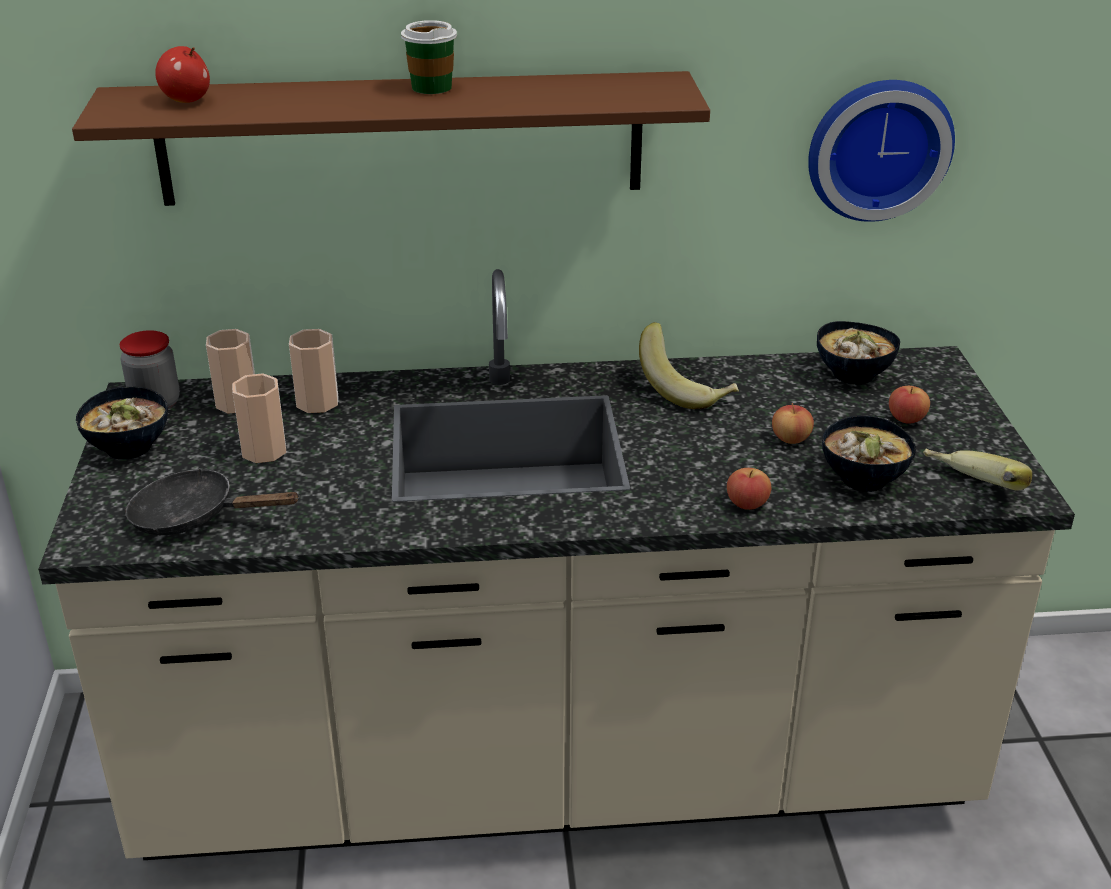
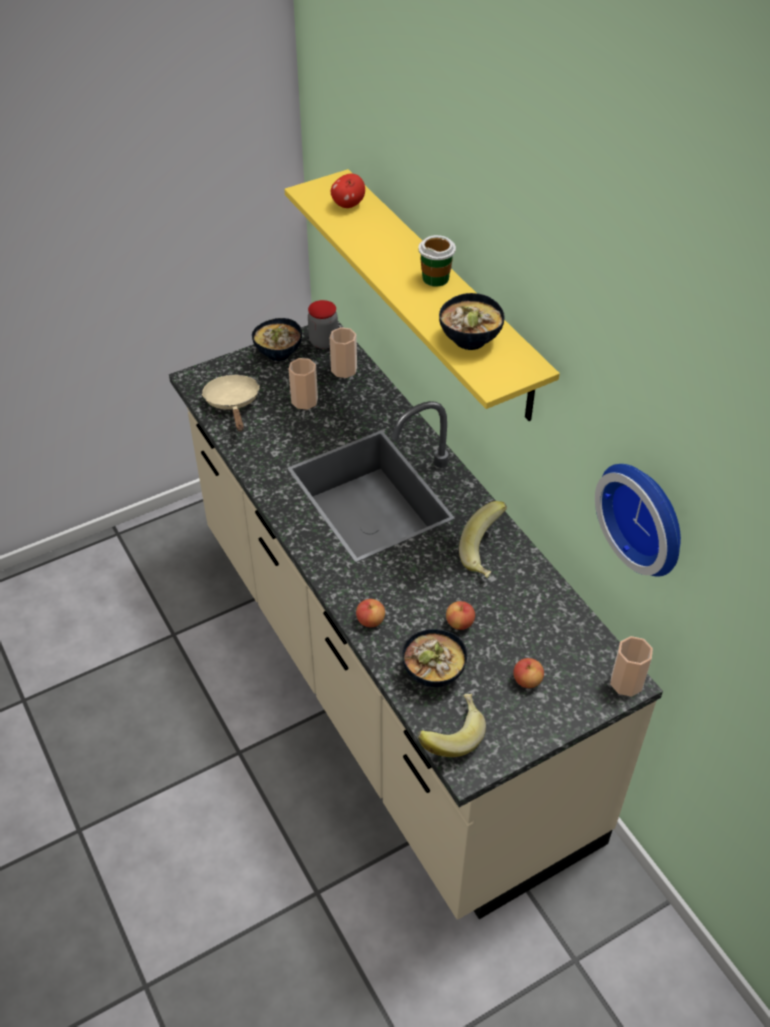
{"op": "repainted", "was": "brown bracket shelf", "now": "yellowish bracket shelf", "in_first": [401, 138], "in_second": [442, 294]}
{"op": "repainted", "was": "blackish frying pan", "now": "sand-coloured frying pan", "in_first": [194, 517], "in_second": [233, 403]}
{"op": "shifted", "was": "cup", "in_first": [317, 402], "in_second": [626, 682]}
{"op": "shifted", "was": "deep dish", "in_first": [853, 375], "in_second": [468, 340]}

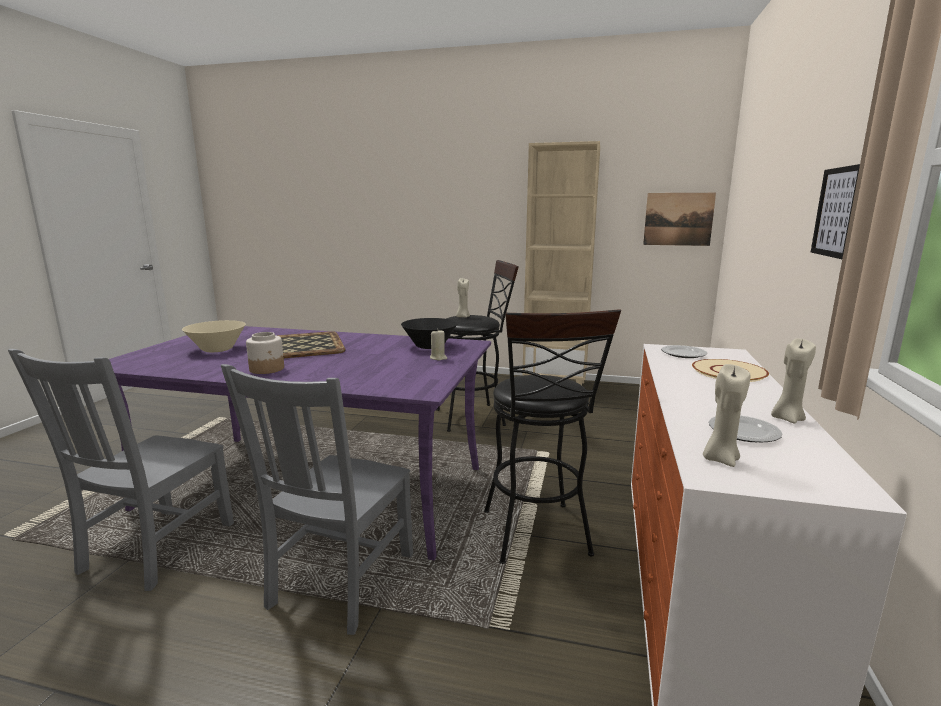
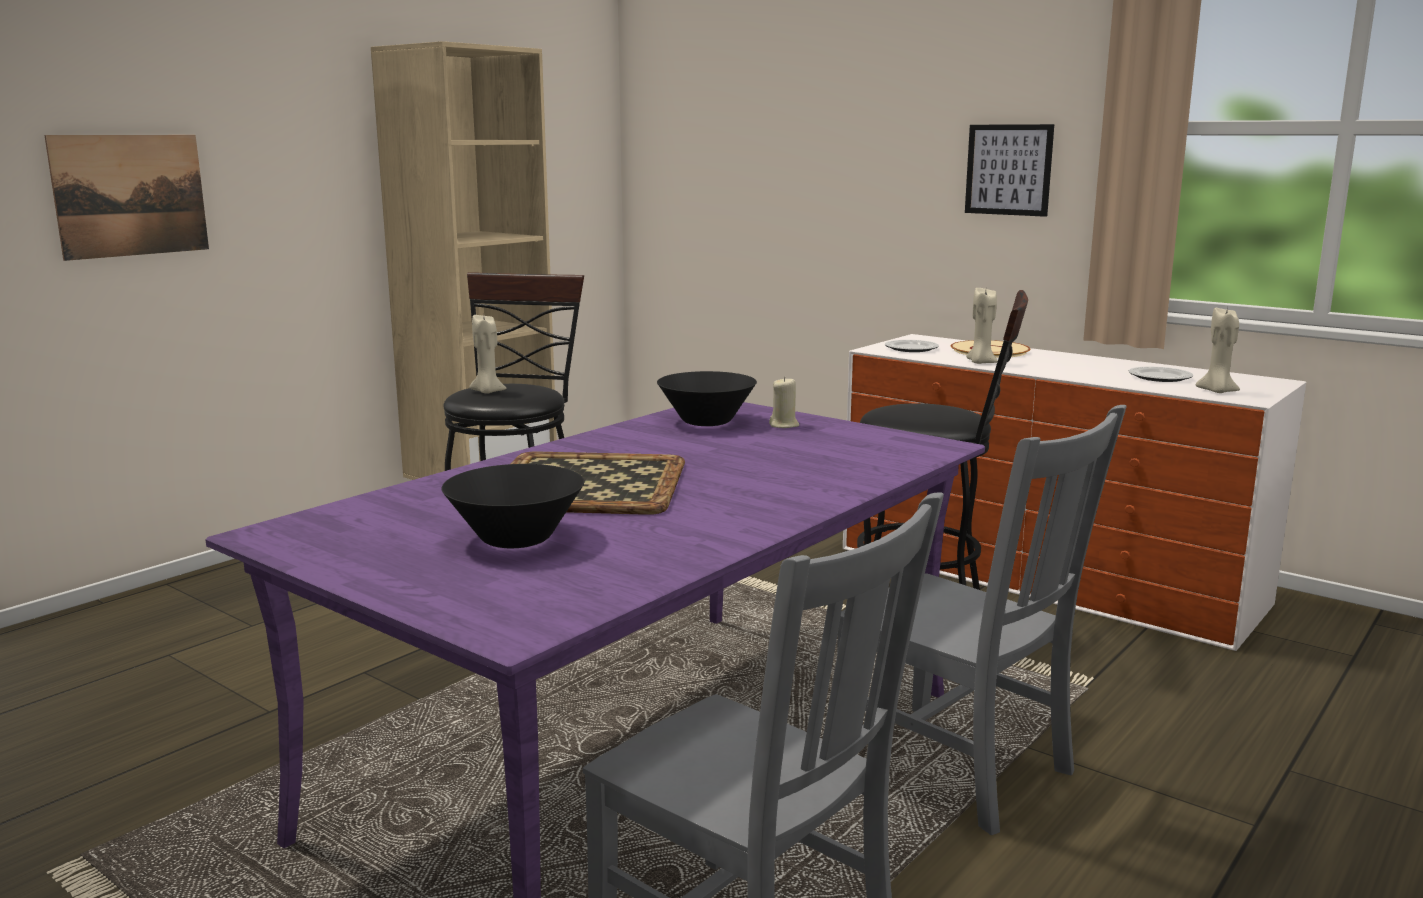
{"op": "repainted", "was": "sand-coloured deep dish", "now": "blackish deep dish", "in_first": [217, 349], "in_second": [516, 539]}
{"op": "gone", "was": "storage jar", "in_first": [267, 369]}
{"op": "shifted", "was": "wall art", "in_first": [678, 219], "in_second": [131, 195]}
{"op": "shifted", "was": "sand-coloured wax candle", "in_first": [787, 418], "in_second": [980, 363]}

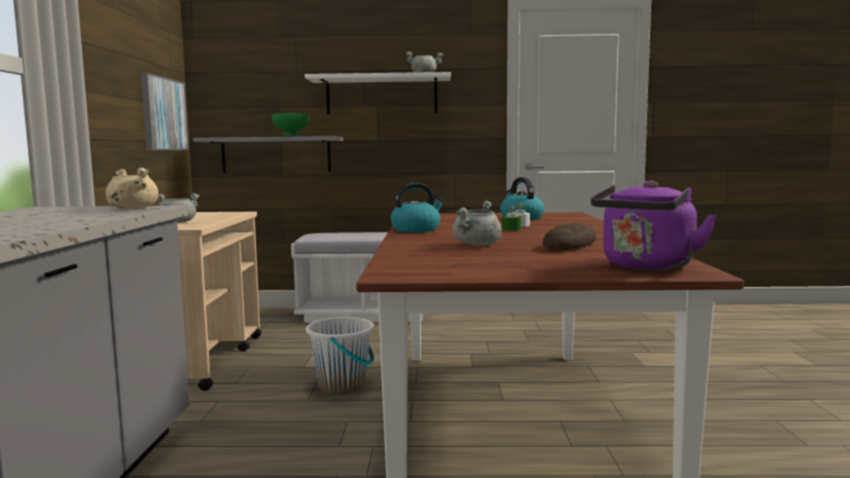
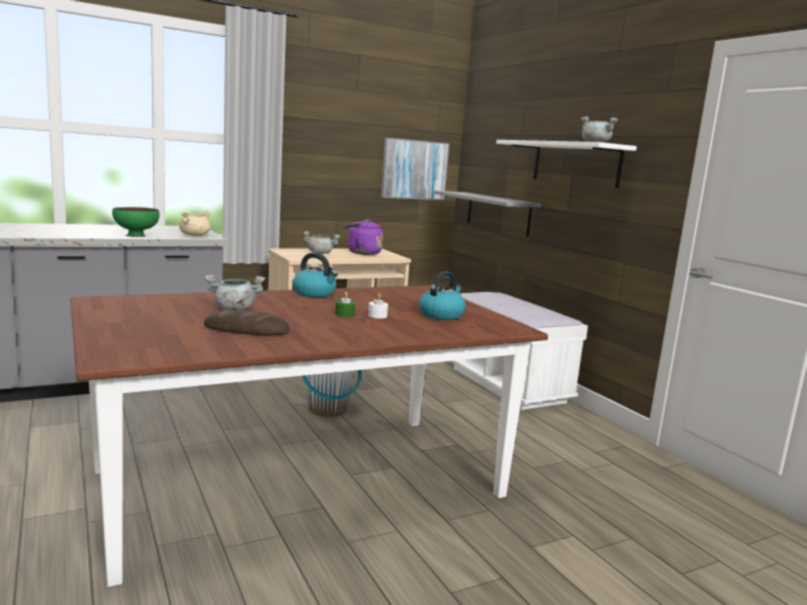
{"op": "shifted", "was": "green deep dish", "in_first": [291, 136], "in_second": [136, 235]}
{"op": "shifted", "was": "purplish water kettle", "in_first": [646, 267], "in_second": [361, 253]}

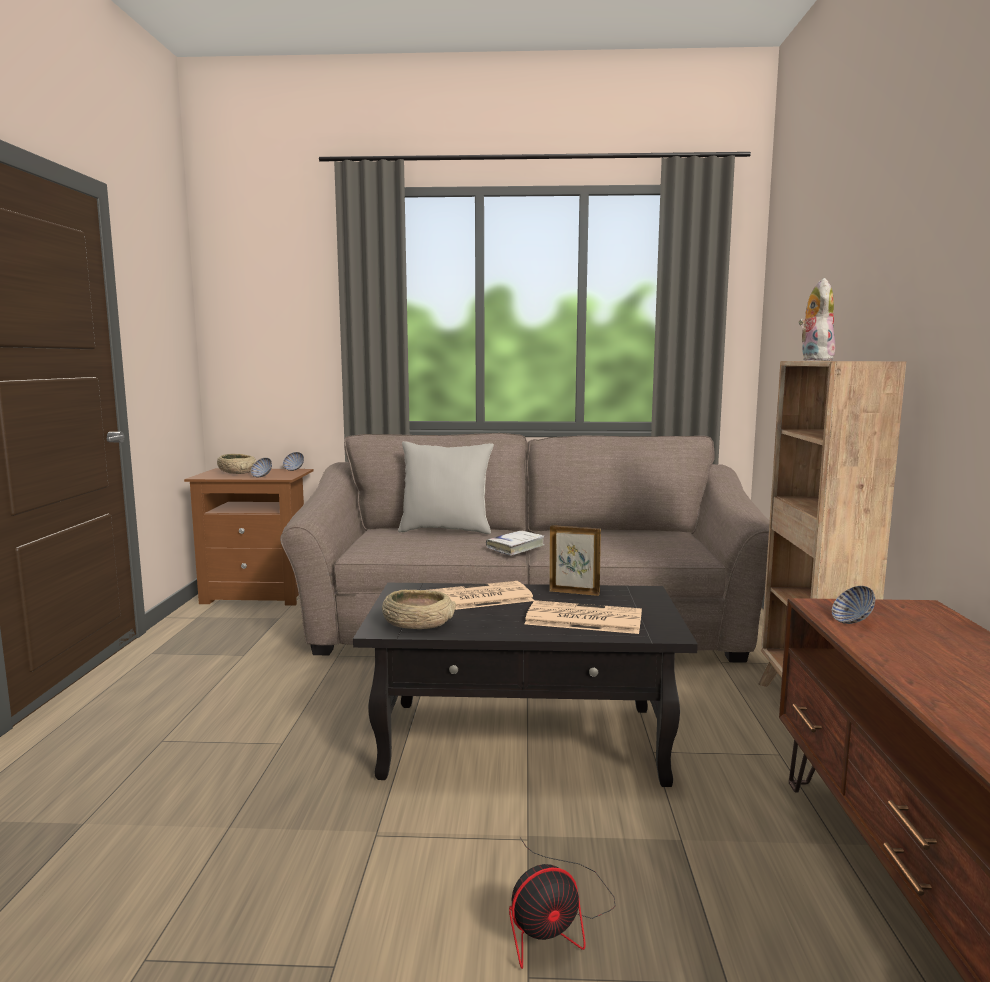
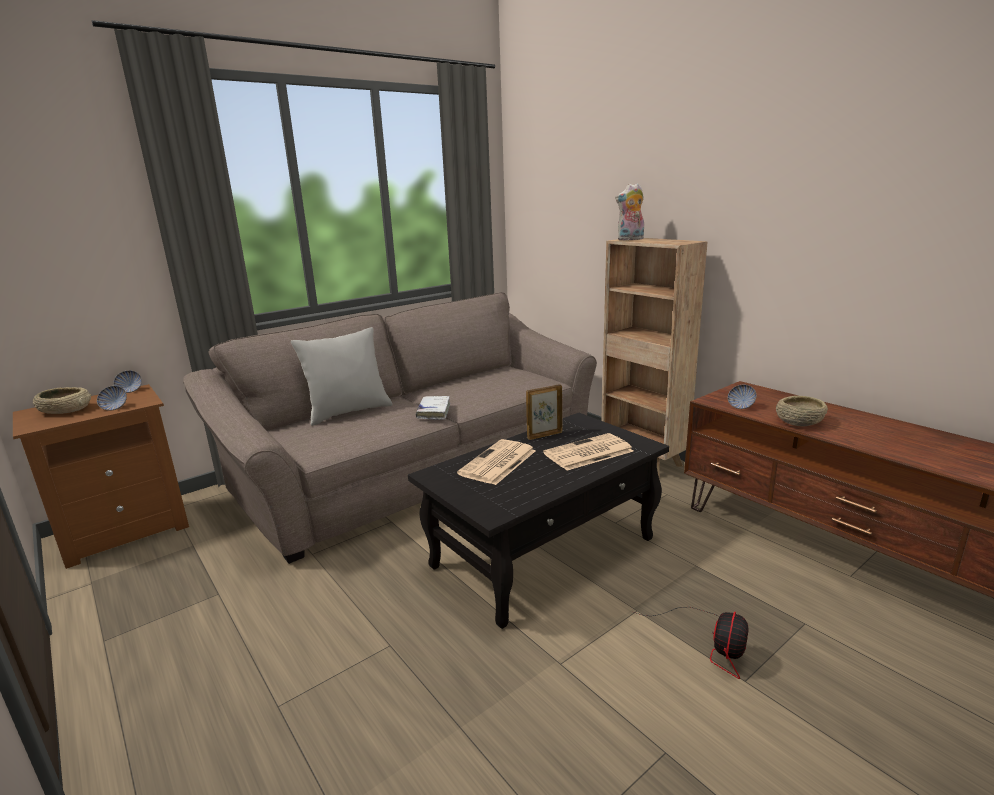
{"op": "shifted", "was": "sand-coloured deep dish", "in_first": [418, 624], "in_second": [799, 421]}
{"op": "rotated", "was": "plush toy", "in_first": [814, 360], "in_second": [630, 239], "clockwise": -75}

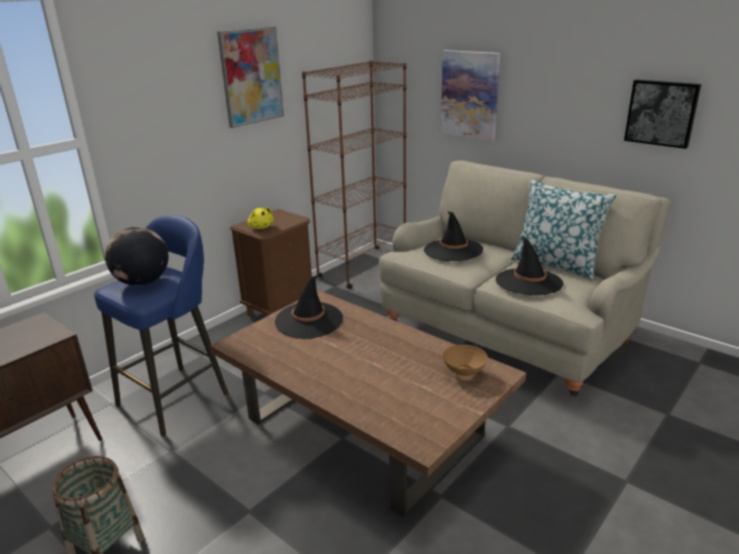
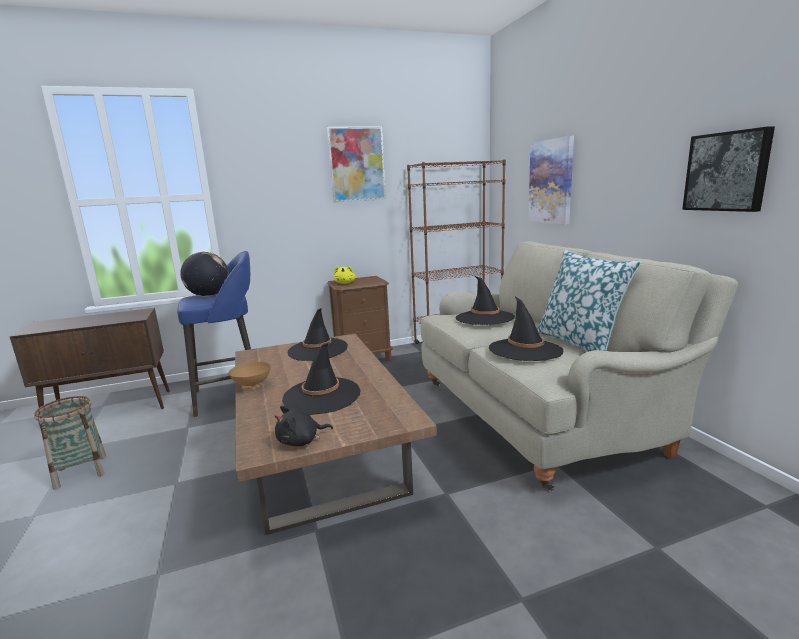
{"op": "shifted", "was": "brown deep dish", "in_first": [463, 374], "in_second": [252, 386]}
{"op": "new", "now": "blackish plush toy", "in_second": [301, 441]}
{"op": "new", "now": "blackish hat", "in_second": [321, 396]}

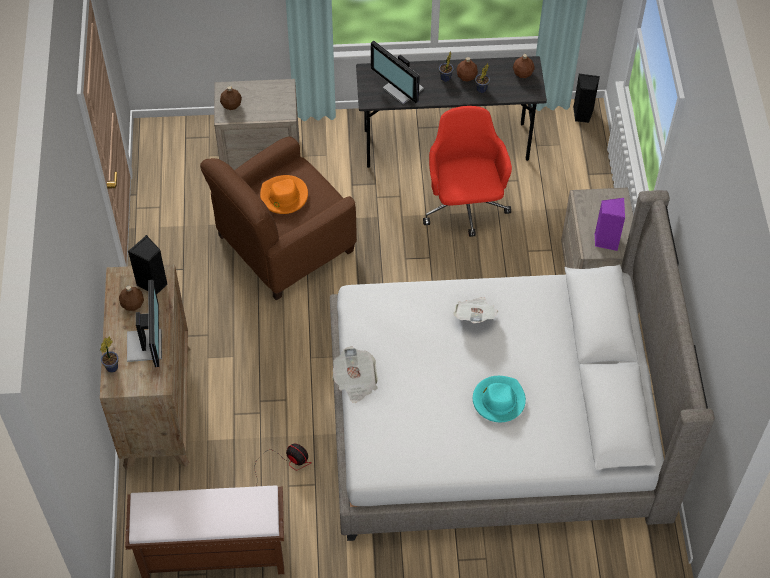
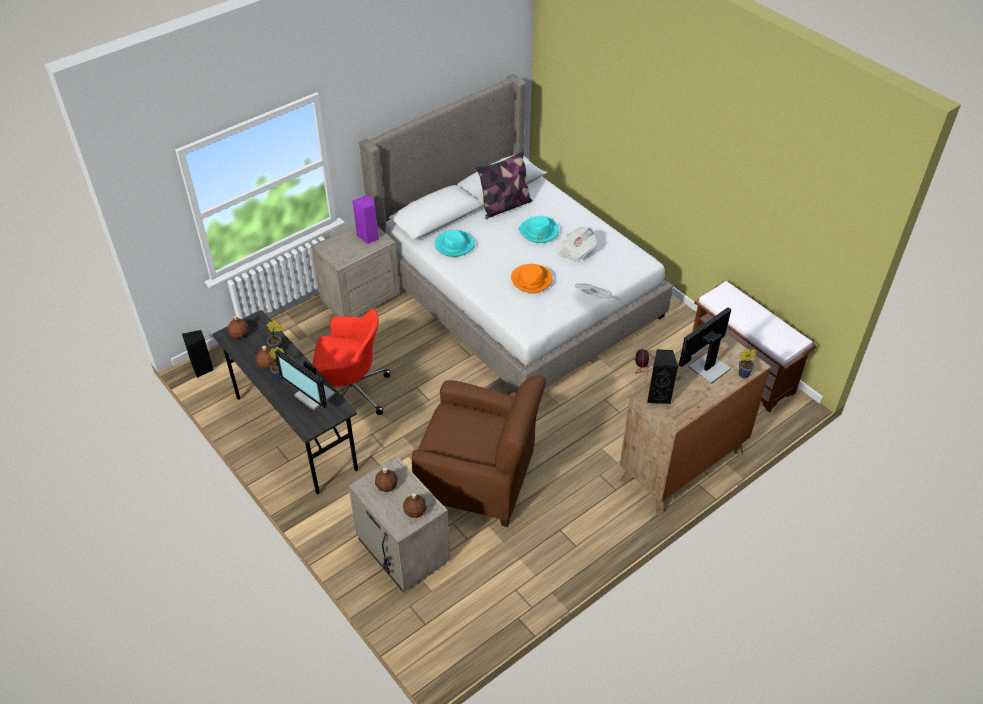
{"op": "shifted", "was": "brown bottle", "in_first": [132, 304], "in_second": [387, 486]}
{"op": "shifted", "was": "orange hat", "in_first": [284, 196], "in_second": [532, 280]}
{"op": "rotated", "was": "monitor", "in_first": [402, 90], "in_second": [313, 396], "clockwise": 120}
{"op": "rotated", "was": "red desk chair", "in_first": [464, 206], "in_second": [351, 391], "clockwise": -135}
{"op": "shifted", "was": "daily paper", "in_first": [475, 316], "in_second": [576, 251]}
{"op": "new", "now": "turquoise hat", "in_second": [454, 245]}
{"op": "new", "now": "pillow", "in_second": [505, 206]}

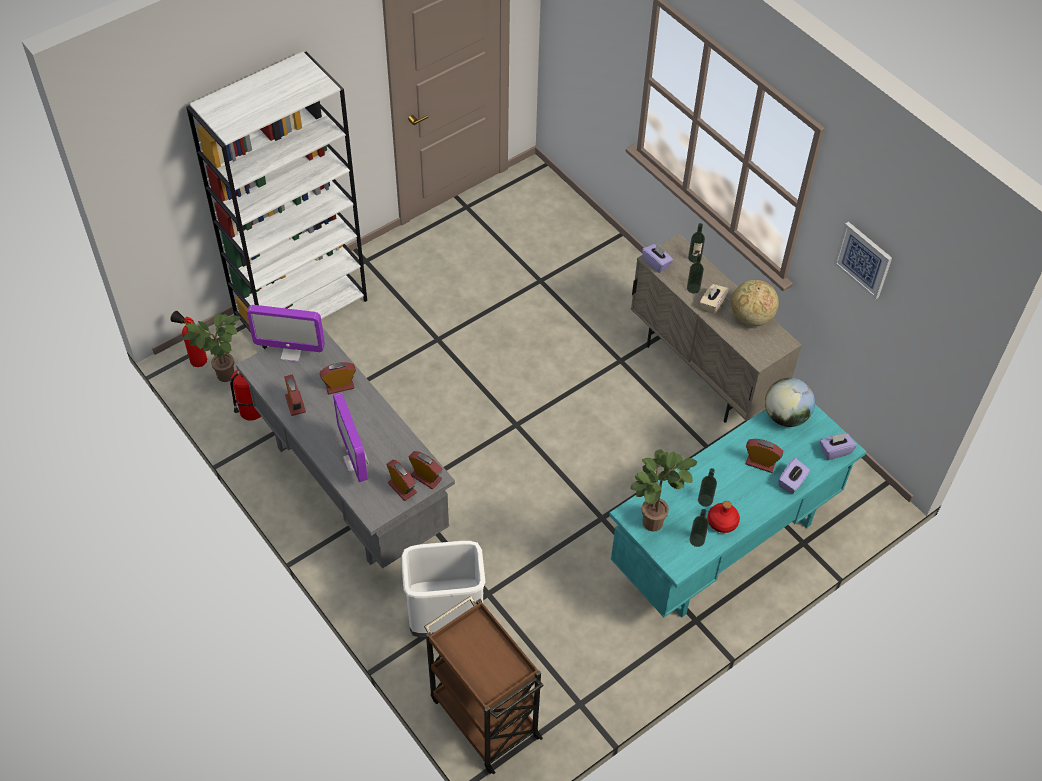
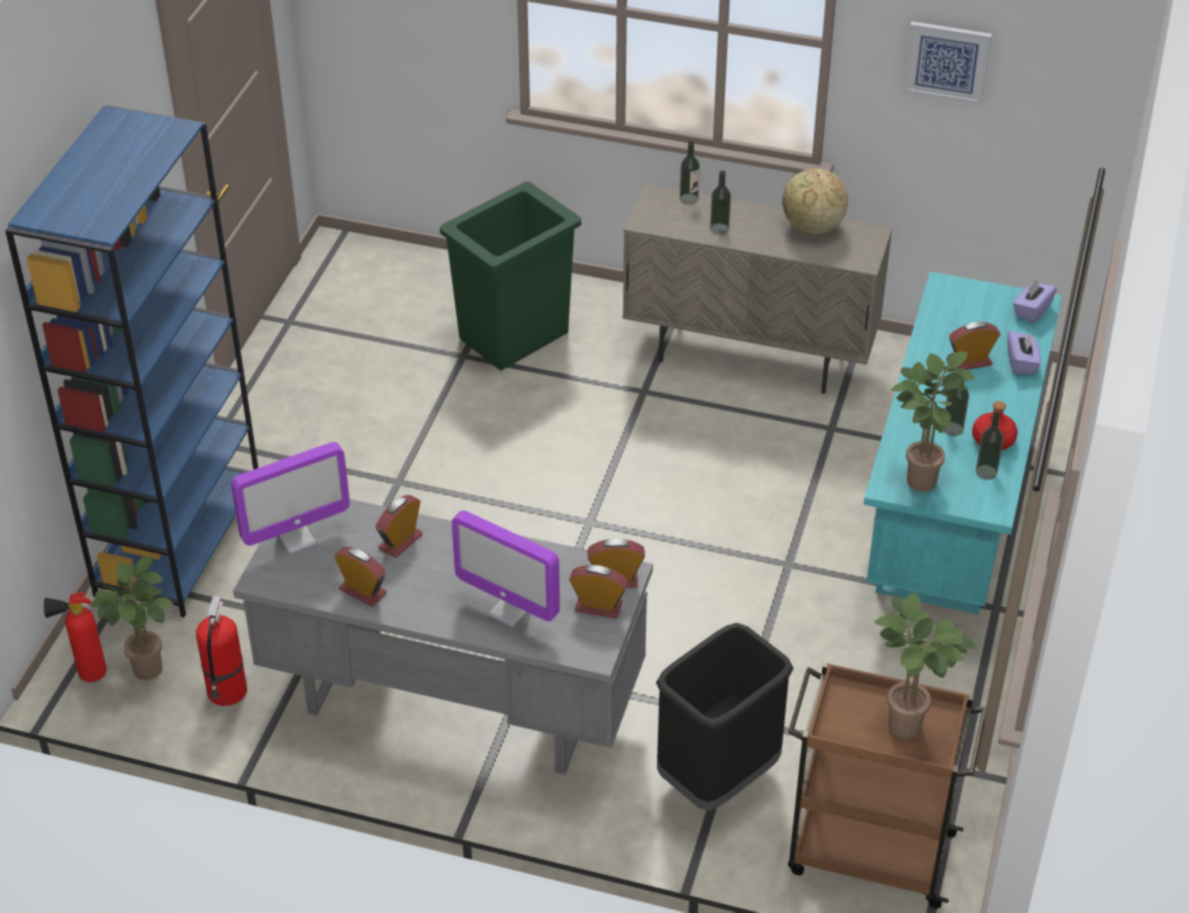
{"op": "repainted", "was": "whitish shelving unit", "now": "blue-coloured shelving unit", "in_first": [301, 308], "in_second": [179, 538]}
{"op": "repainted", "was": "whitish waste bin", "now": "blackish waste bin", "in_first": [445, 619], "in_second": [718, 778]}
{"op": "gone", "was": "purplish tissue holder", "in_first": [656, 263]}
{"op": "gone", "was": "sand-coloured tissue holder", "in_first": [712, 304]}
{"op": "gone", "was": "world globe", "in_first": [785, 416]}
{"op": "new", "now": "green waste bin", "in_second": [515, 336]}
{"op": "new", "now": "plant in a pot", "in_second": [910, 728]}

